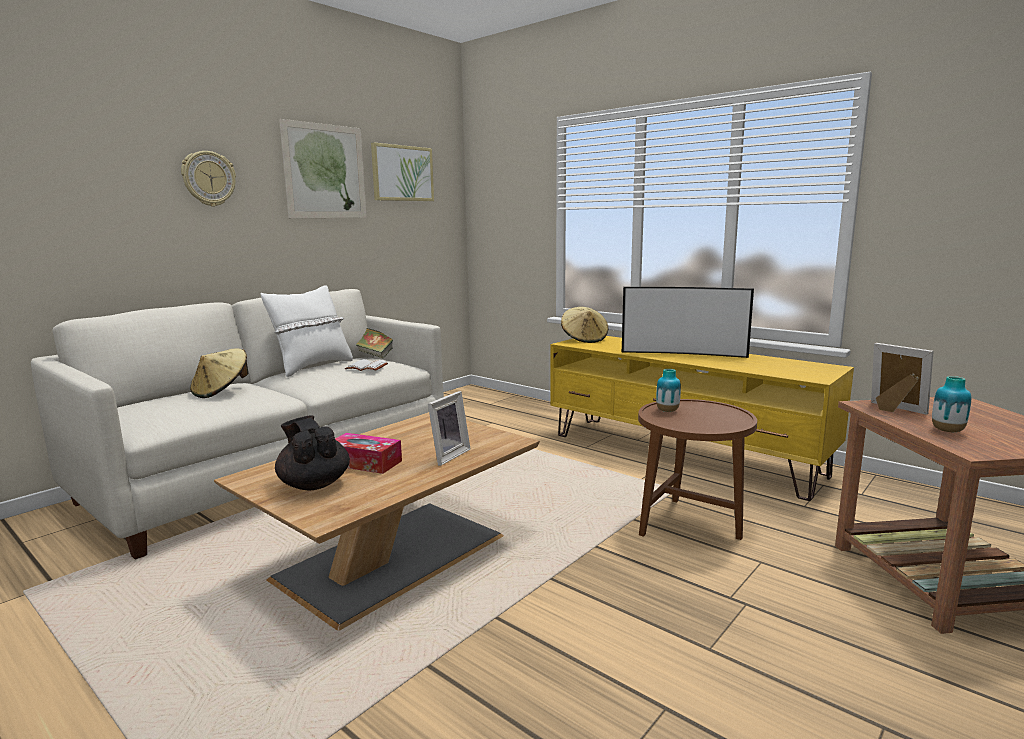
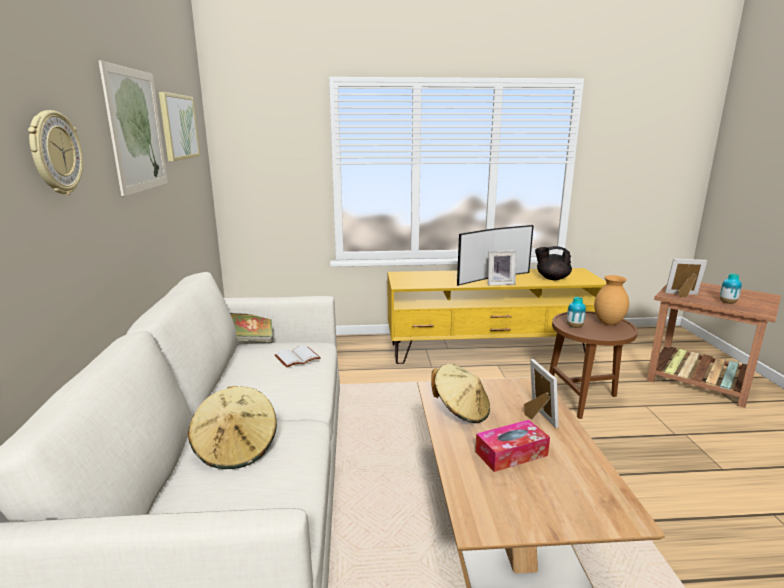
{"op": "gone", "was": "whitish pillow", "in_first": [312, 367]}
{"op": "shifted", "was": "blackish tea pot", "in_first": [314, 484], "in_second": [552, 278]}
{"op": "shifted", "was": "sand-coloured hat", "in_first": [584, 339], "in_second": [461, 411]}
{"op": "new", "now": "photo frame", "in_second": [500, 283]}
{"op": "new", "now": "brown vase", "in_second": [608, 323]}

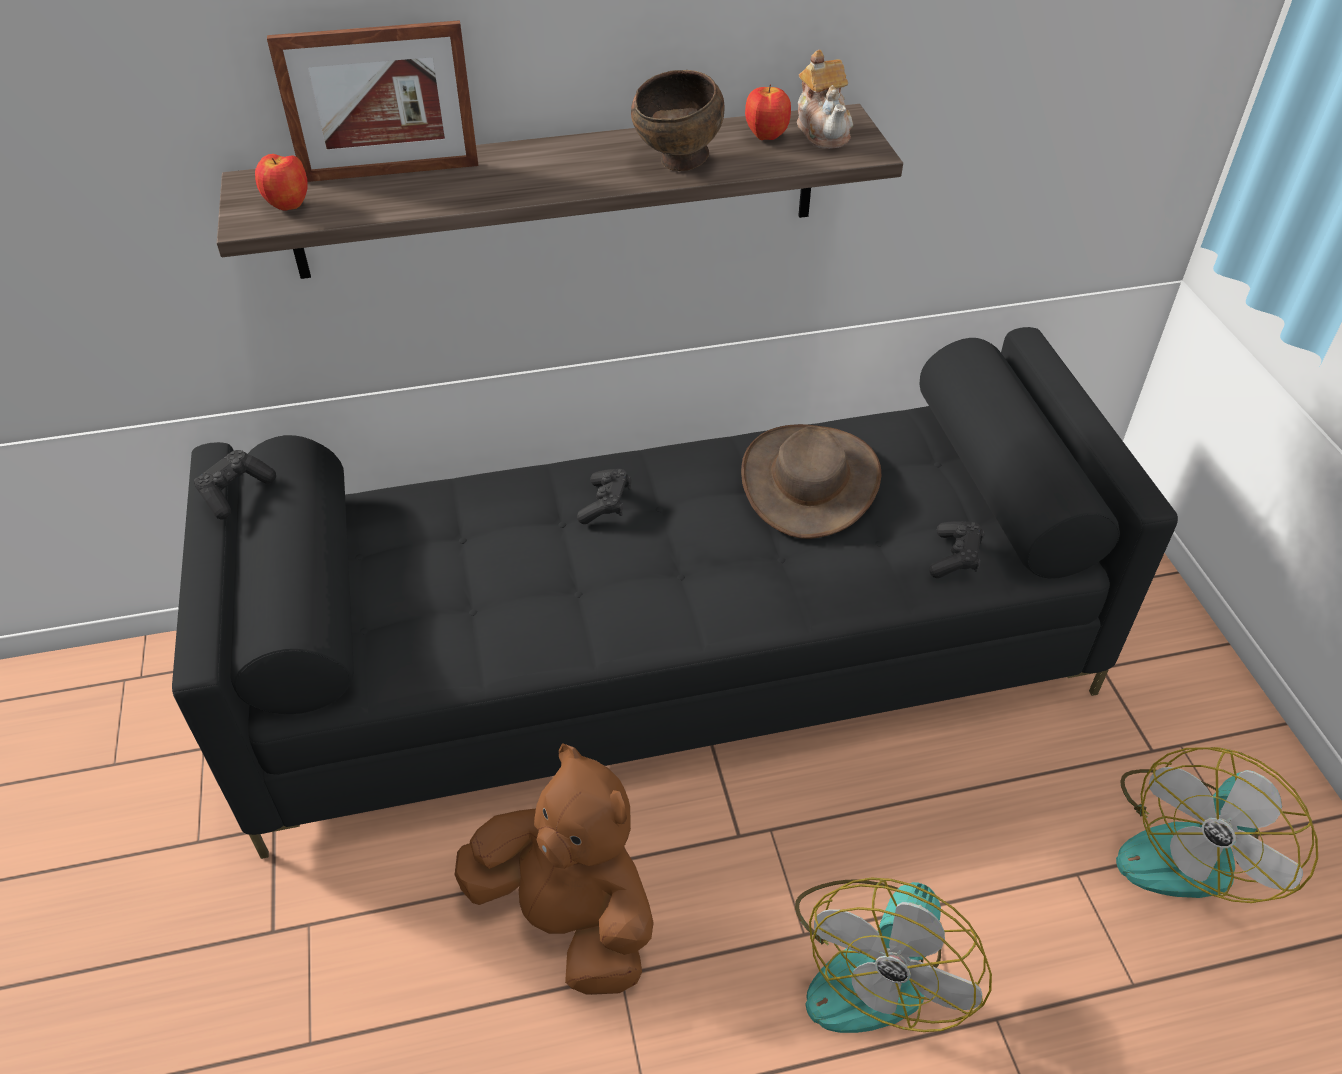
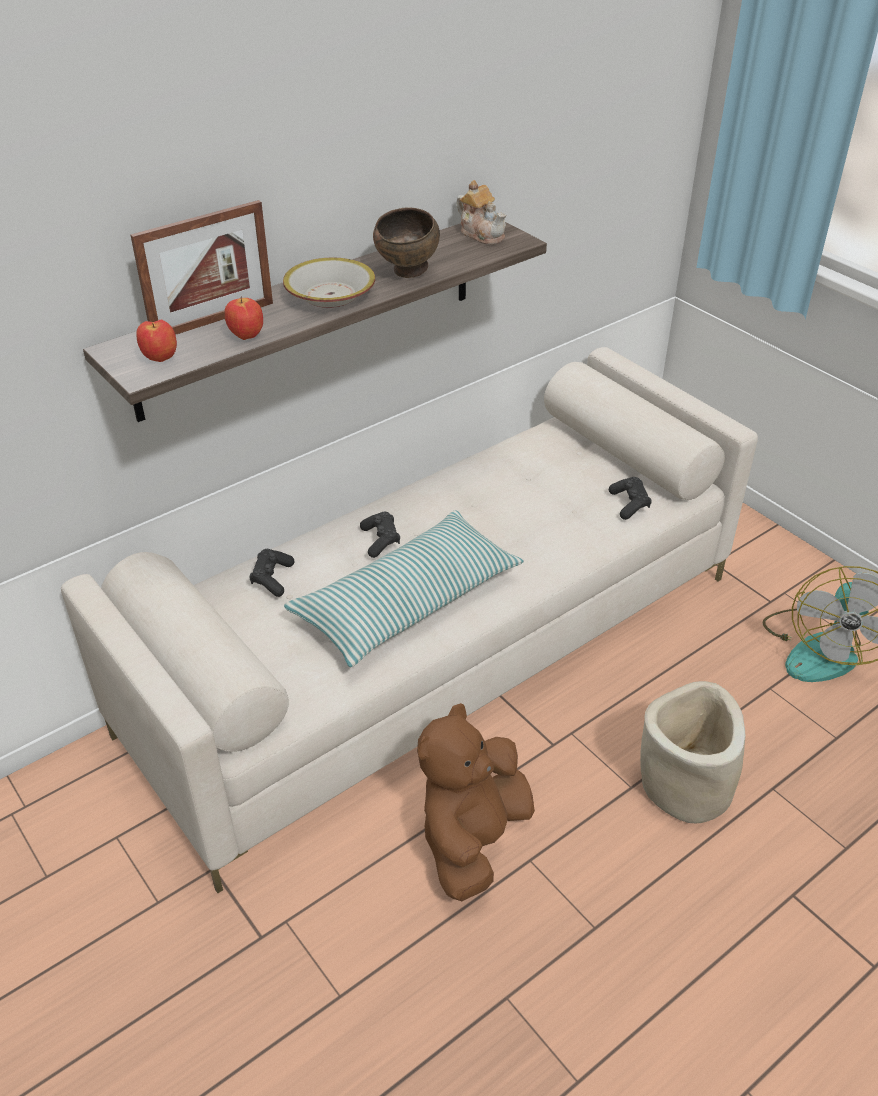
{"op": "repainted", "was": "blackish couch", "now": "sand-coloured couch", "in_first": [673, 659], "in_second": [439, 650]}
{"op": "shifted", "was": "blackish joypad", "in_first": [235, 492], "in_second": [272, 579]}
{"op": "rotated", "was": "brown plush toy", "in_first": [569, 917], "in_second": [472, 839], "clockwise": -75}
{"op": "gone", "was": "brown hat", "in_first": [810, 481]}
{"op": "shifted", "was": "whole apple", "in_first": [765, 137], "in_second": [246, 336]}
{"op": "swapped", "was": "electric fan", "now": "sand-coloured planter", "in_first": [876, 963], "in_second": [685, 786]}
{"op": "new", "now": "deep dish", "in_second": [331, 295]}
{"op": "new", "now": "pillow", "in_second": [407, 601]}

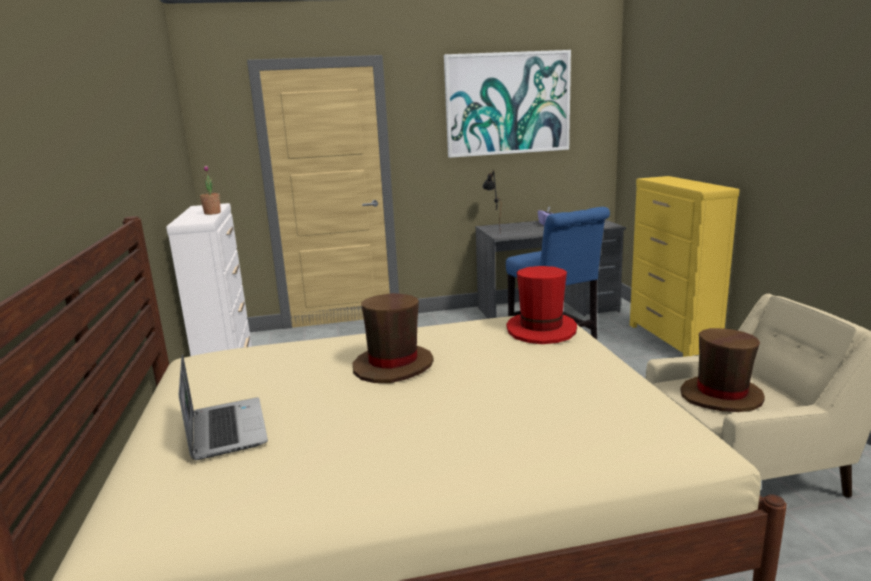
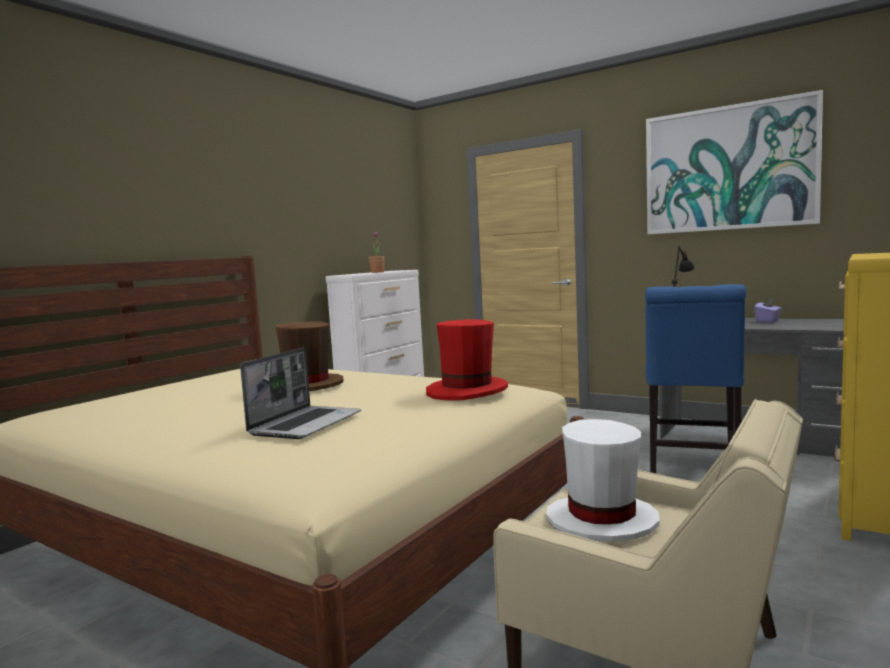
{"op": "shifted", "was": "laptop", "in_first": [226, 429], "in_second": [306, 424]}
{"op": "repainted", "was": "brown hat", "now": "whitish hat", "in_first": [721, 396], "in_second": [601, 521]}

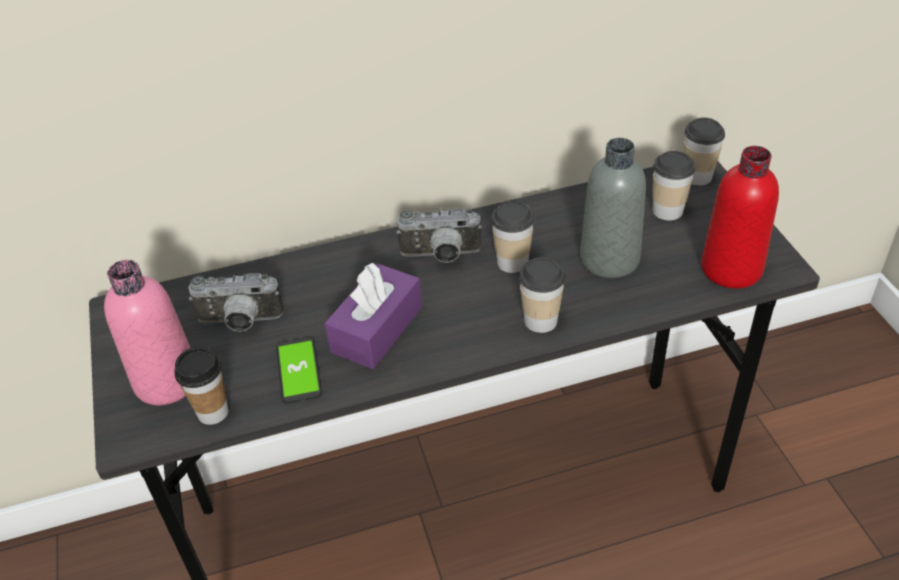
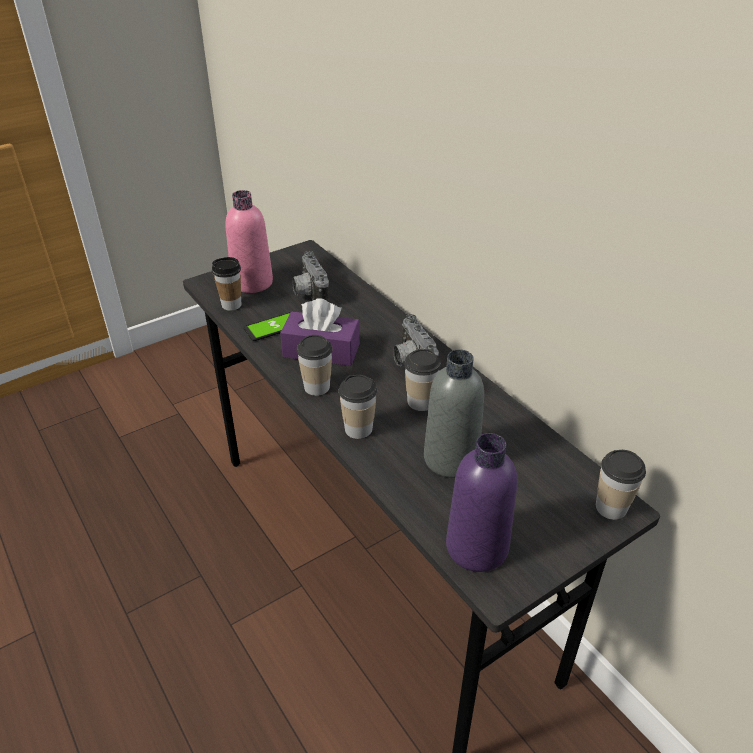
{"op": "shifted", "was": "cup", "in_first": [667, 211], "in_second": [317, 387]}
{"op": "repainted", "was": "red bottle", "now": "purplish bottle", "in_first": [731, 269], "in_second": [477, 547]}

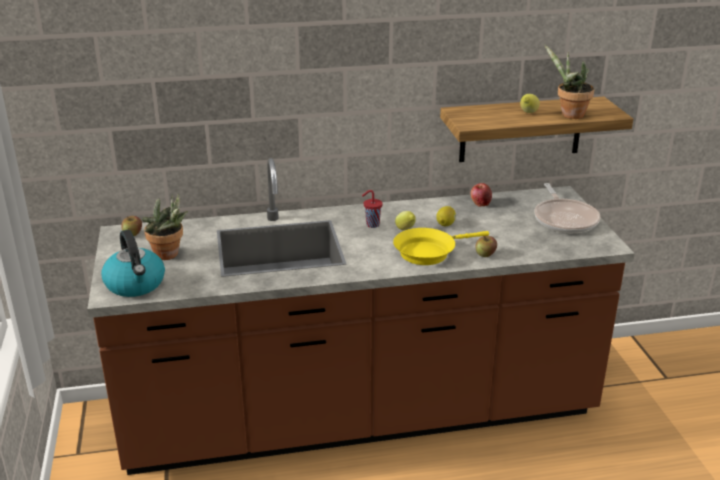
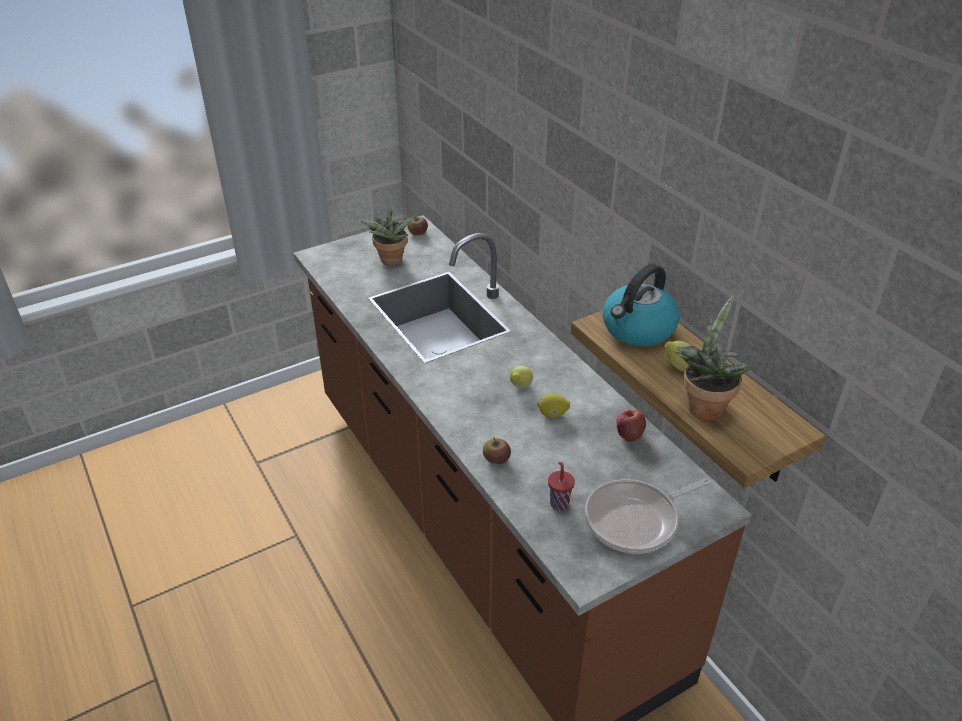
{"op": "shifted", "was": "water kettle", "in_first": [136, 284], "in_second": [638, 329]}
{"op": "shifted", "was": "red cup", "in_first": [371, 225], "in_second": [559, 503]}
{"op": "gone", "was": "yellowish frying pan", "in_first": [429, 252]}

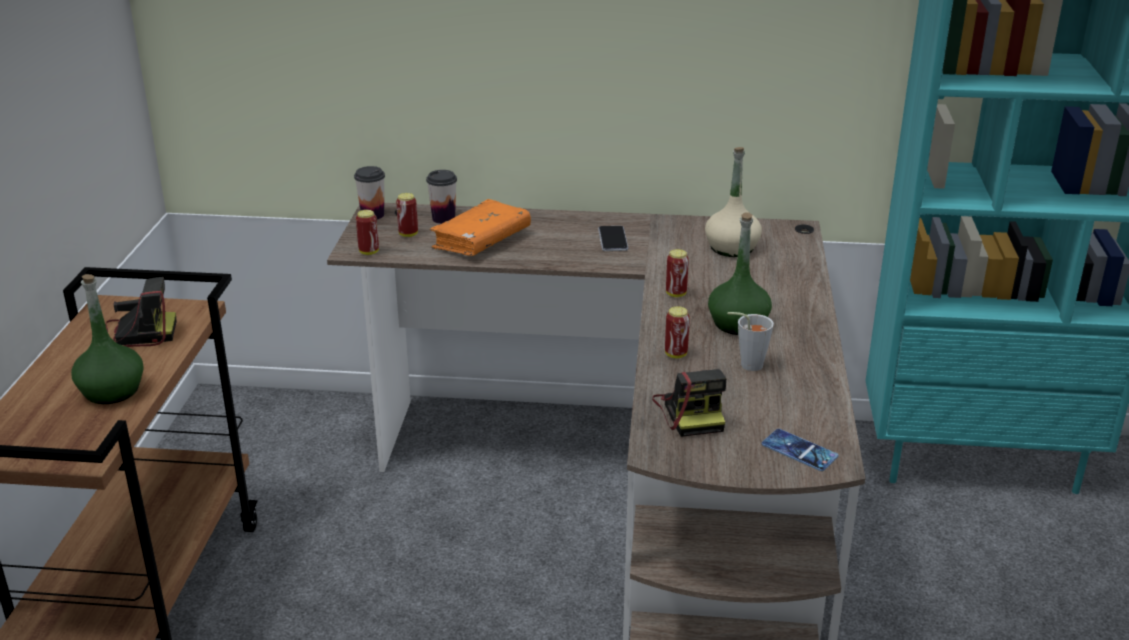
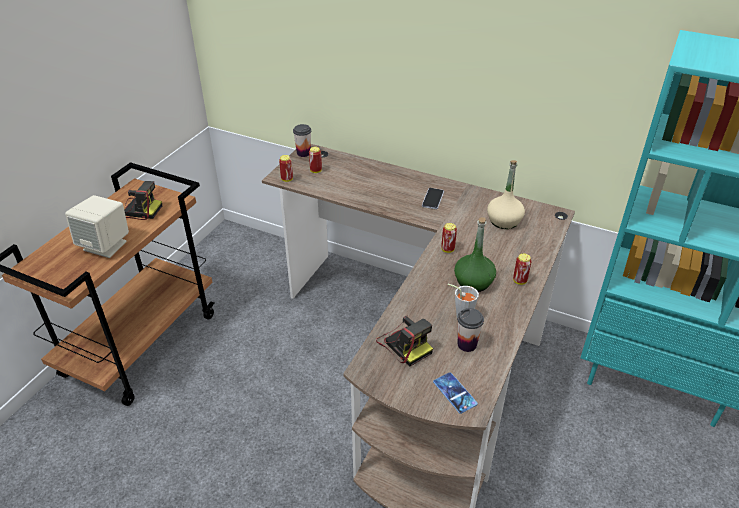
{"op": "swapped", "was": "green bottle", "now": "sand-coloured speaker", "in_first": [112, 391], "in_second": [106, 245]}
{"op": "shifted", "was": "cup", "in_first": [443, 219], "in_second": [467, 344]}
{"op": "gone", "was": "orange book", "in_first": [481, 240]}
{"op": "rotated", "was": "still camera", "in_first": [691, 412], "in_second": [404, 344], "clockwise": -45}
{"op": "shifted", "was": "metal can", "in_first": [676, 354], "in_second": [519, 281]}

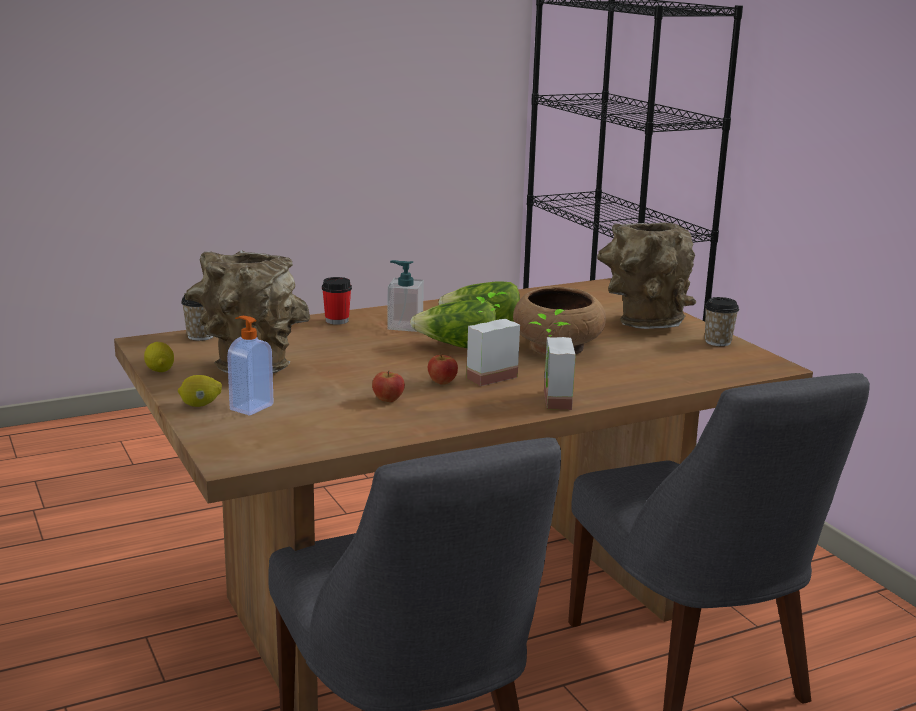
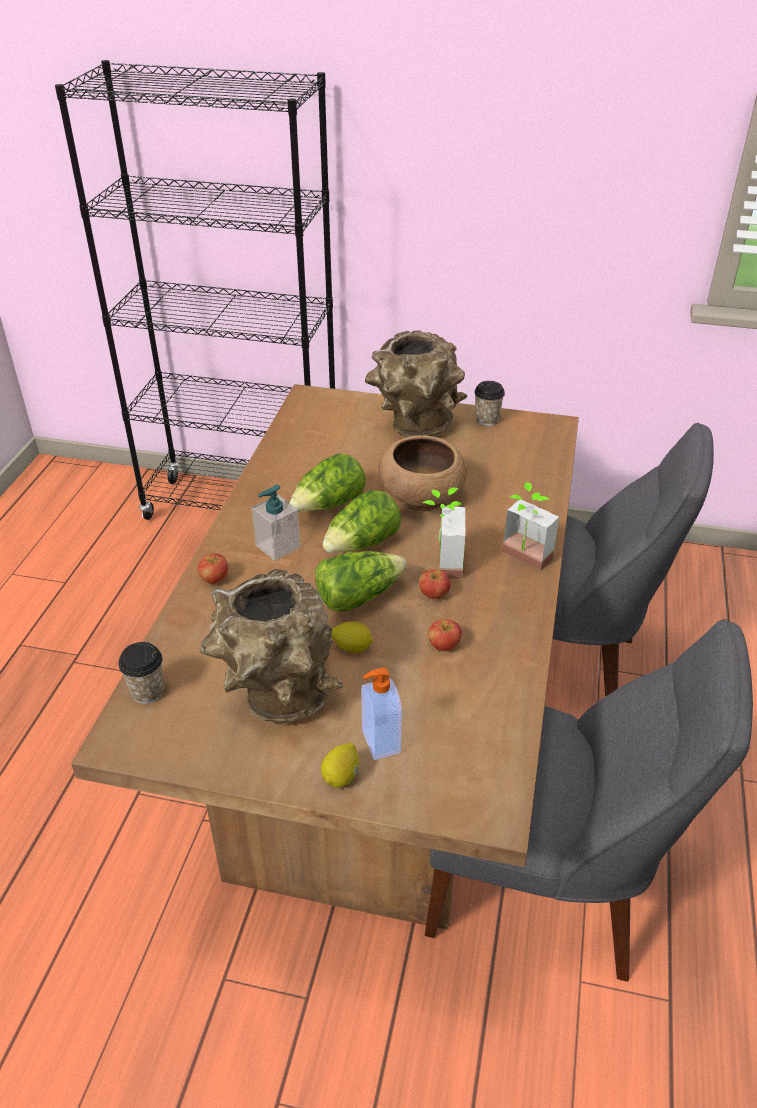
{"op": "shifted", "was": "citrus fruit", "in_first": [160, 370], "in_second": [352, 647]}
{"op": "swapped", "was": "cup", "now": "whole apple", "in_first": [337, 320], "in_second": [214, 579]}
{"op": "new", "now": "lettuce", "in_second": [358, 596]}

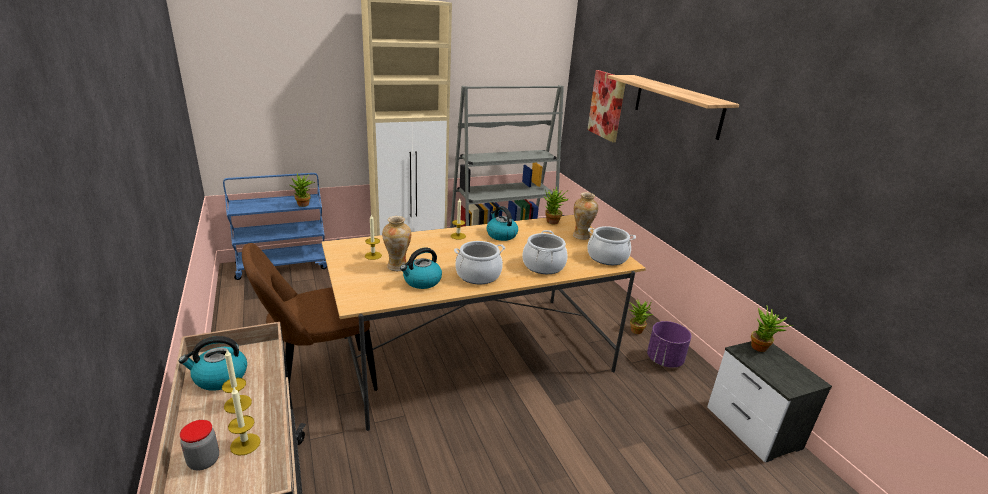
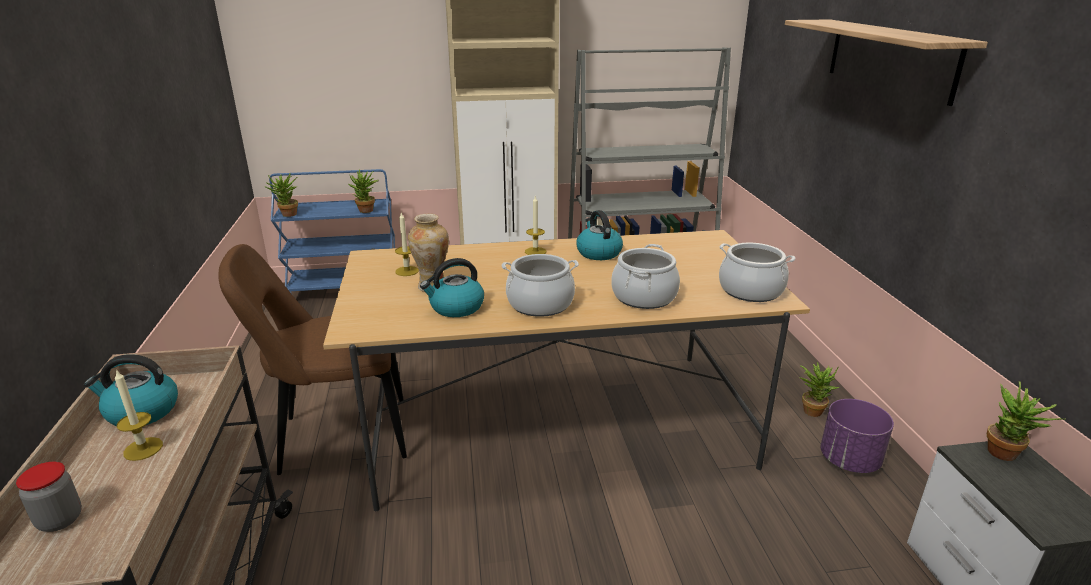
{"op": "gone", "was": "wax candle", "in_first": [245, 444]}
{"op": "shifted", "was": "plant in a pot", "in_first": [552, 223], "in_second": [287, 215]}
{"op": "gone", "was": "vase", "in_first": [581, 236]}
{"op": "gone", "was": "wall art", "in_first": [607, 105]}

